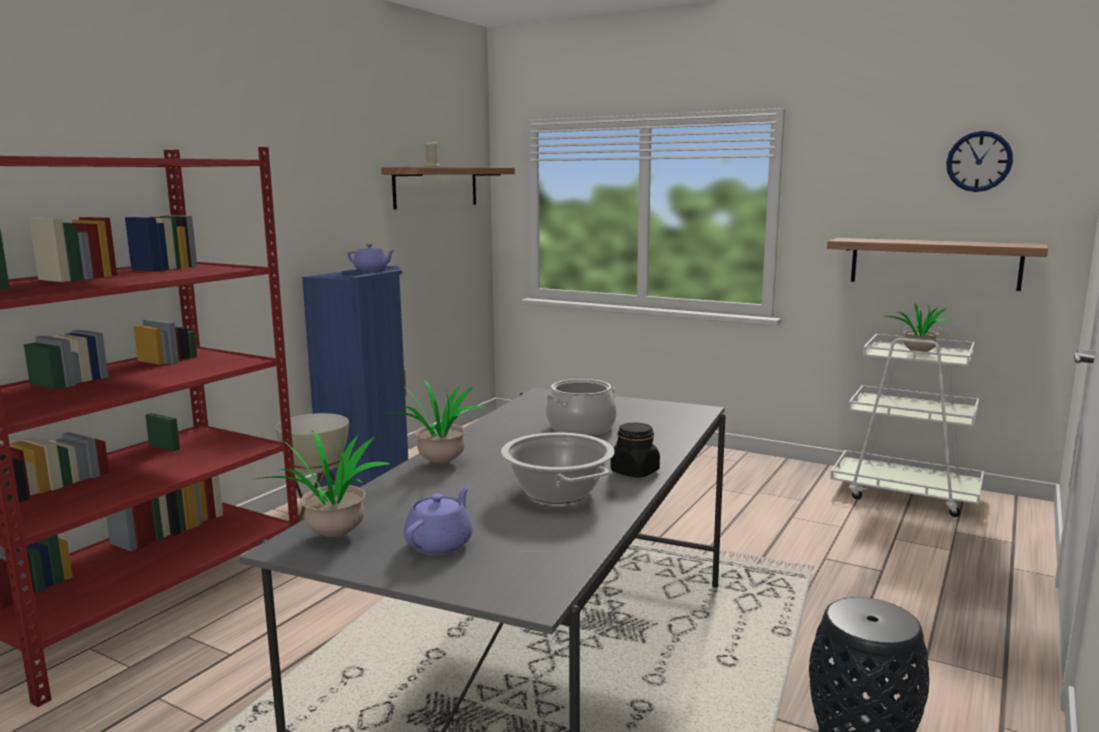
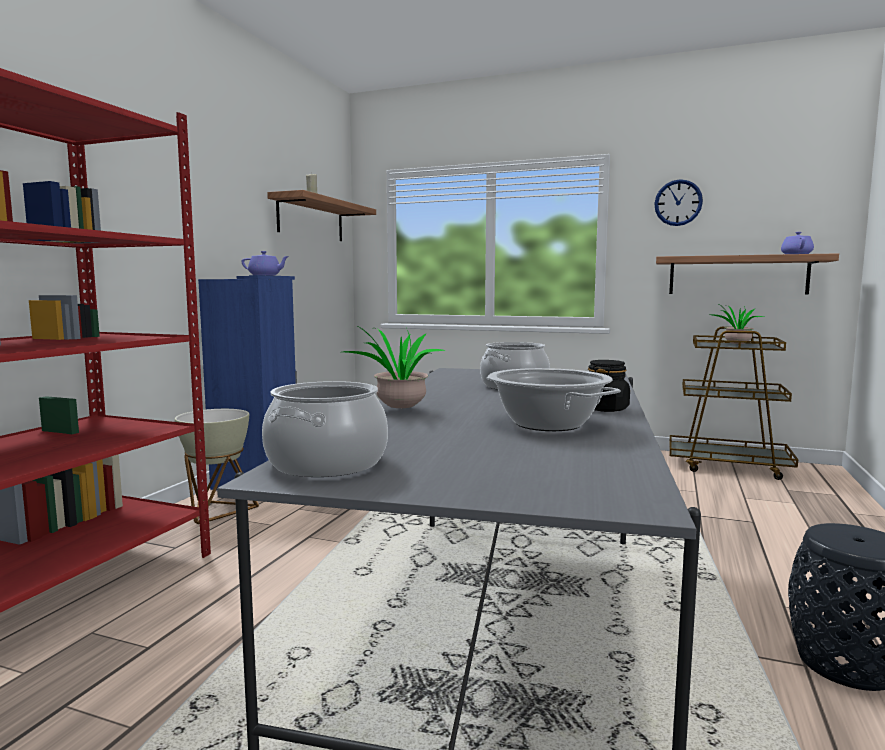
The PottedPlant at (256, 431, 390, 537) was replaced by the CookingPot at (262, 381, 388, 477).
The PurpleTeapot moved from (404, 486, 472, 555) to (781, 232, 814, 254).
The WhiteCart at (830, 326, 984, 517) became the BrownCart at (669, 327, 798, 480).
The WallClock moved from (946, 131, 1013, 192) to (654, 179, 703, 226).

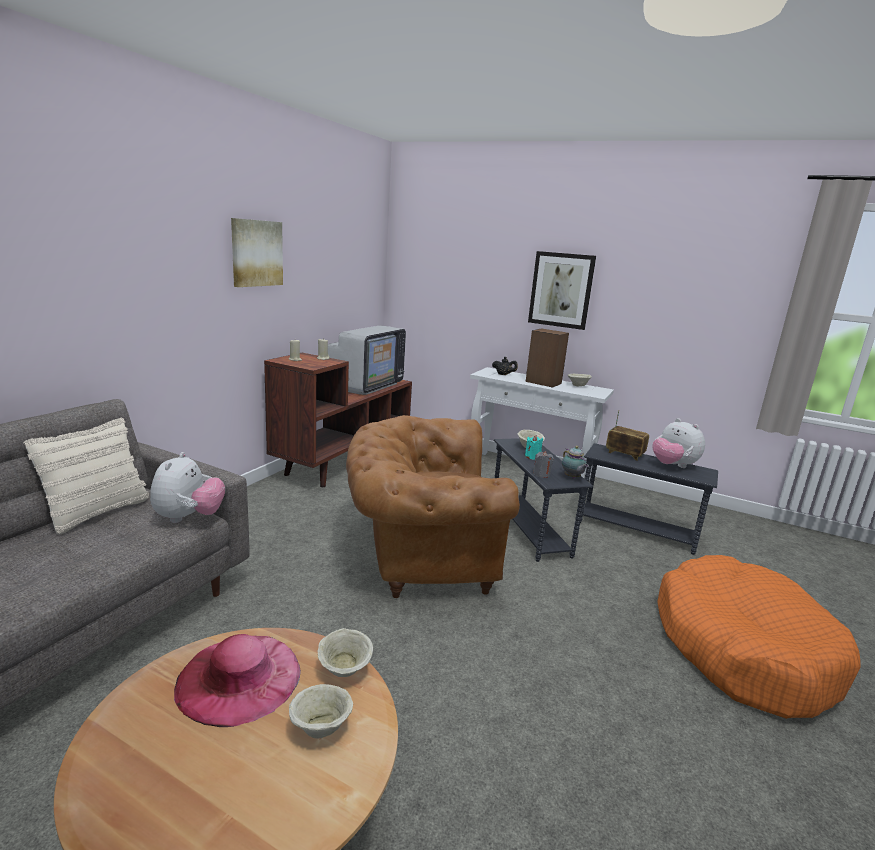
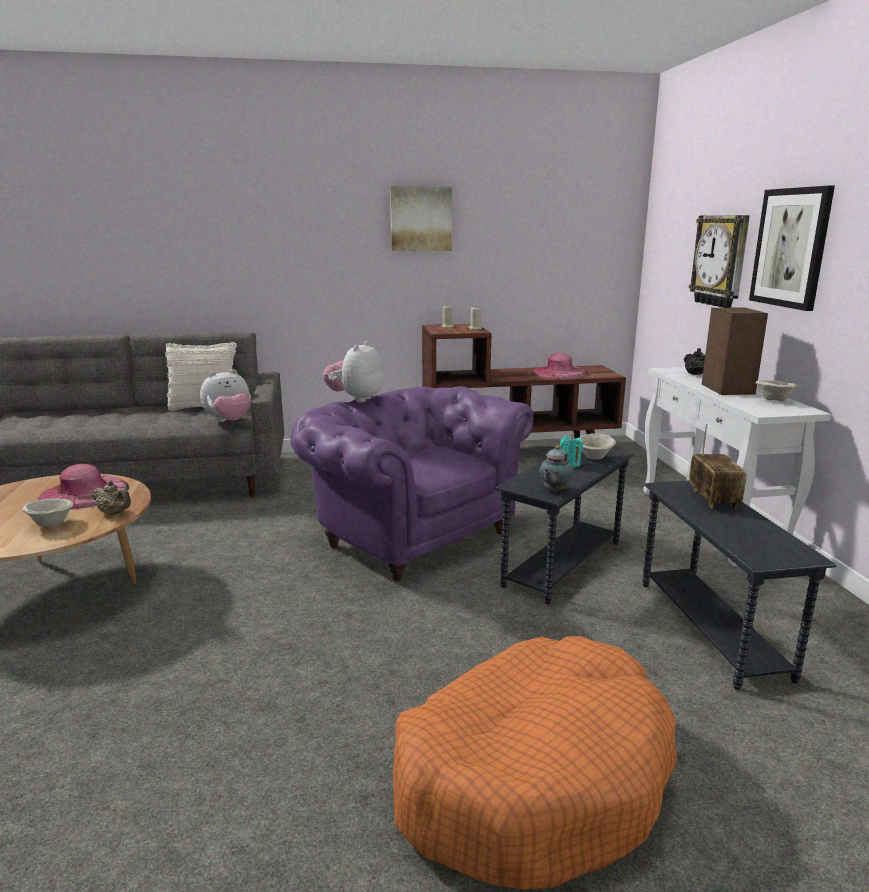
The BeigeBowl at (318, 628, 373, 677) was replaced by the BeigeTeapot at (92, 481, 131, 515).
The Television at (328, 326, 406, 395) was replaced by the PinkHat at (533, 353, 587, 379).
The BrownArmchair at (346, 415, 520, 598) became the PurpleArmchair at (290, 386, 533, 581).
The GreyCandle at (533, 451, 554, 478) disappeared.
The PlushToy moved from (652, 418, 705, 468) to (323, 341, 383, 403).
The WallClock at (689, 215, 750, 308) appeared.

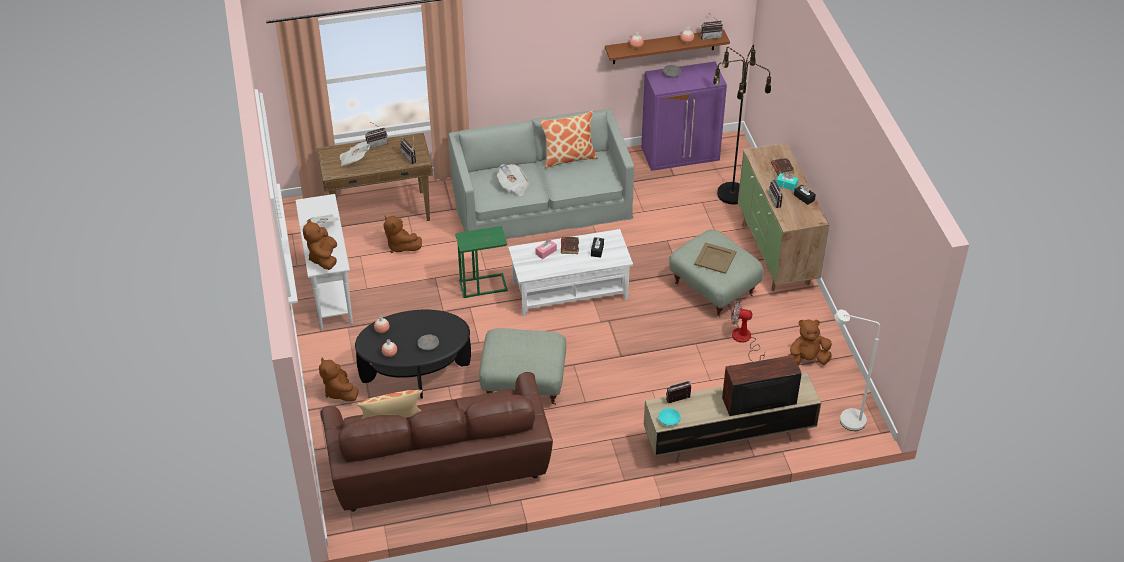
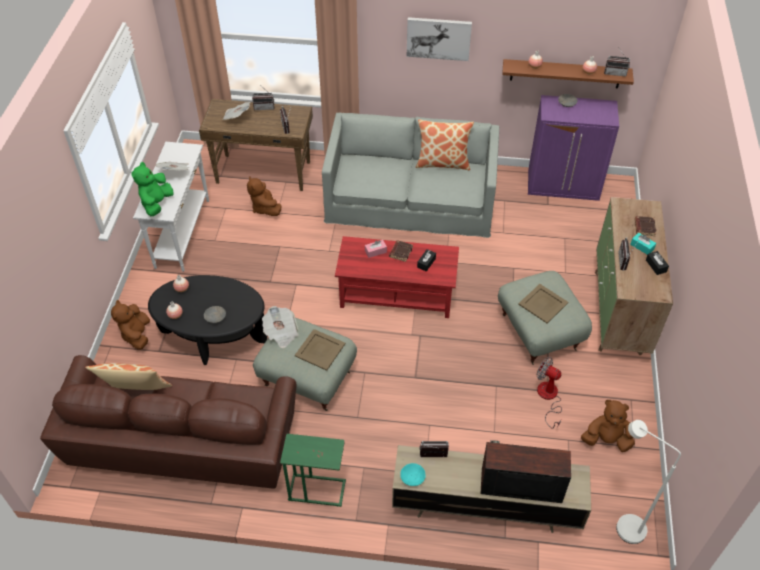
The BrownPlushToy at (303, 219, 337, 270) became the GreenPlushToy at (131, 162, 174, 216).
The GreenSideTable moved from (455, 226, 508, 298) to (280, 434, 346, 507).
The Newspaper moved from (497, 164, 529, 196) to (262, 306, 299, 348).
The WhiteCoffeeTable at (508, 229, 633, 316) became the RedCoffeeTable at (335, 236, 459, 318).
The FloorLamp at (713, 44, 771, 205) disappeared.
The BeigeTray at (295, 329, 345, 371) appeared.
The Picture at (407, 17, 472, 61) appeared.

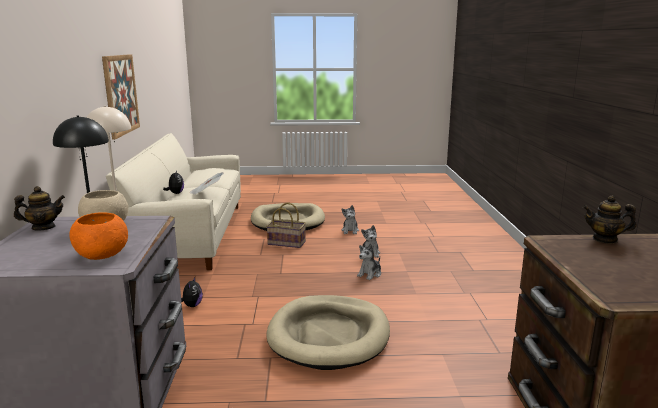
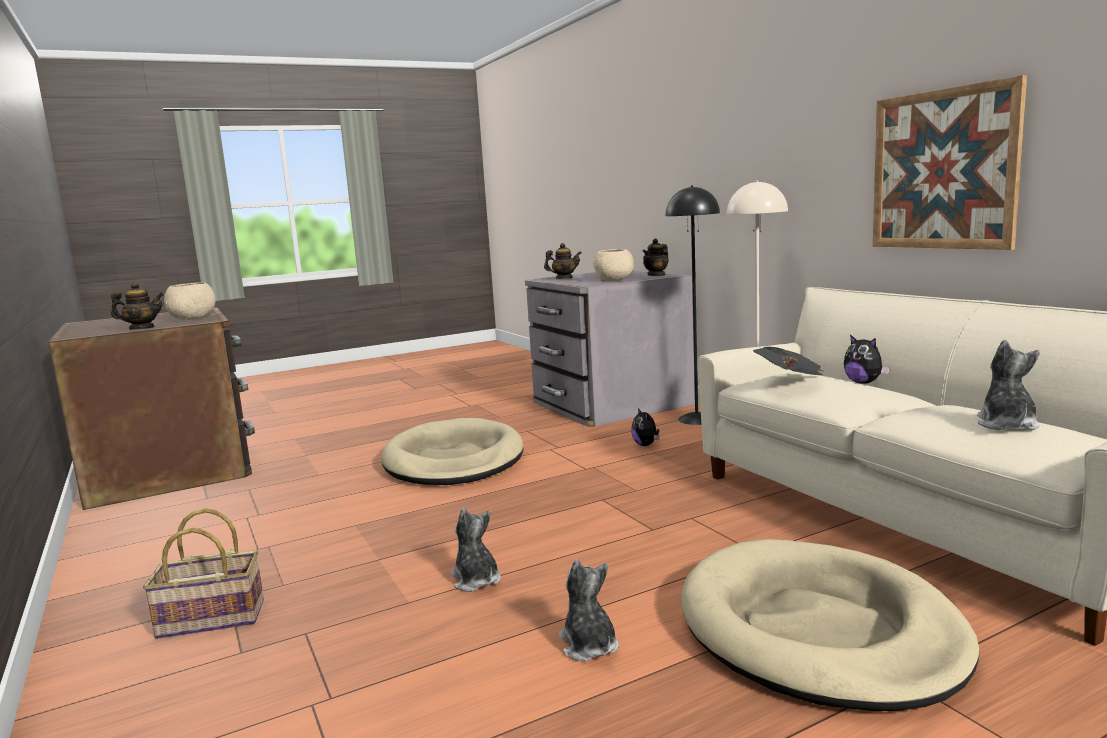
The OrangeBowl at (70, 212, 128, 260) was replaced by the Teapot at (544, 243, 581, 279).
The Basket moved from (266, 202, 306, 248) to (143, 508, 264, 639).
The PlushToy moved from (357, 244, 381, 280) to (977, 340, 1040, 430).
The BeigeBowl at (164, 282, 216, 320) appeared.

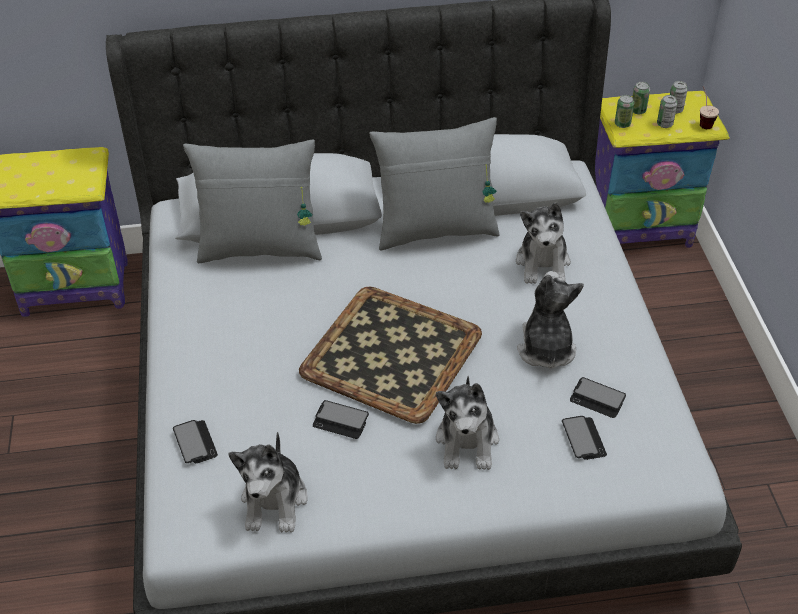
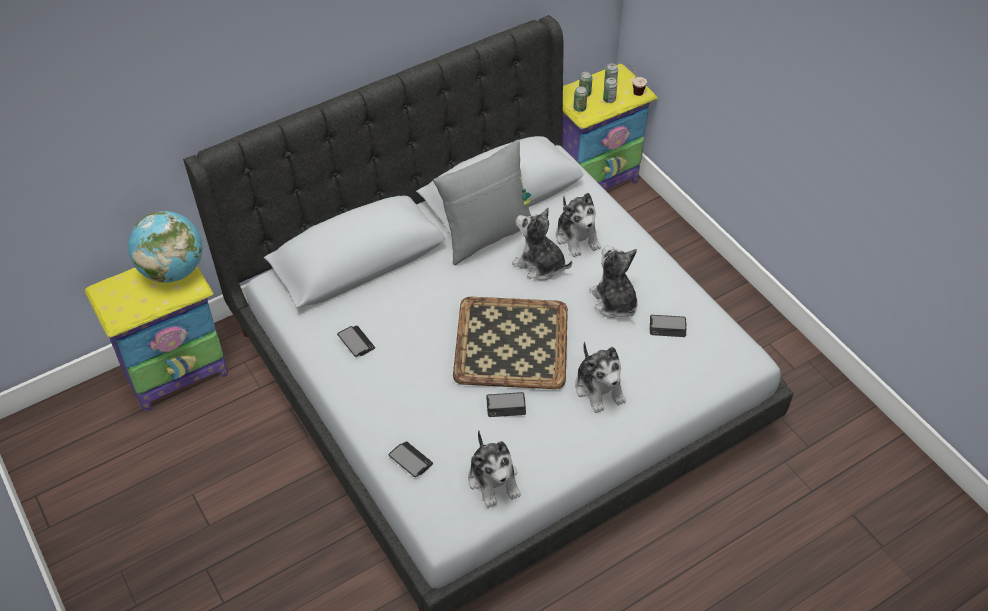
The GreyPillow at (183, 140, 322, 263) disappeared.
The Phone moved from (562, 416, 607, 460) to (337, 326, 375, 357).
The Globe at (128, 211, 203, 283) appeared.
The PlushToy at (512, 208, 572, 281) appeared.

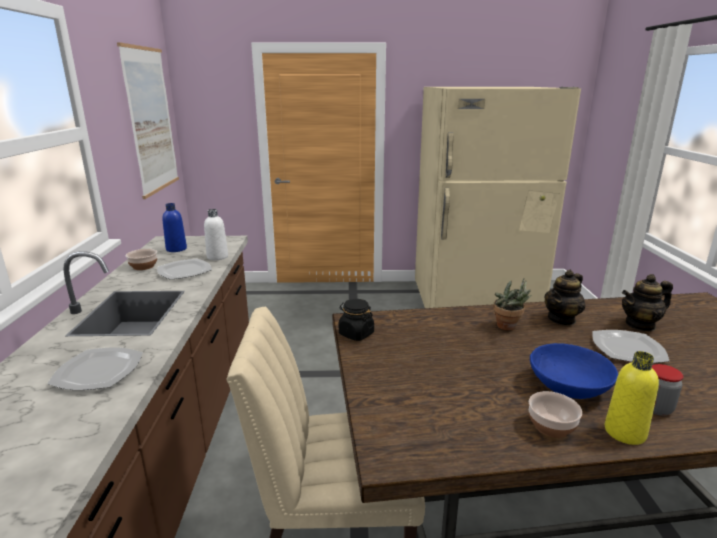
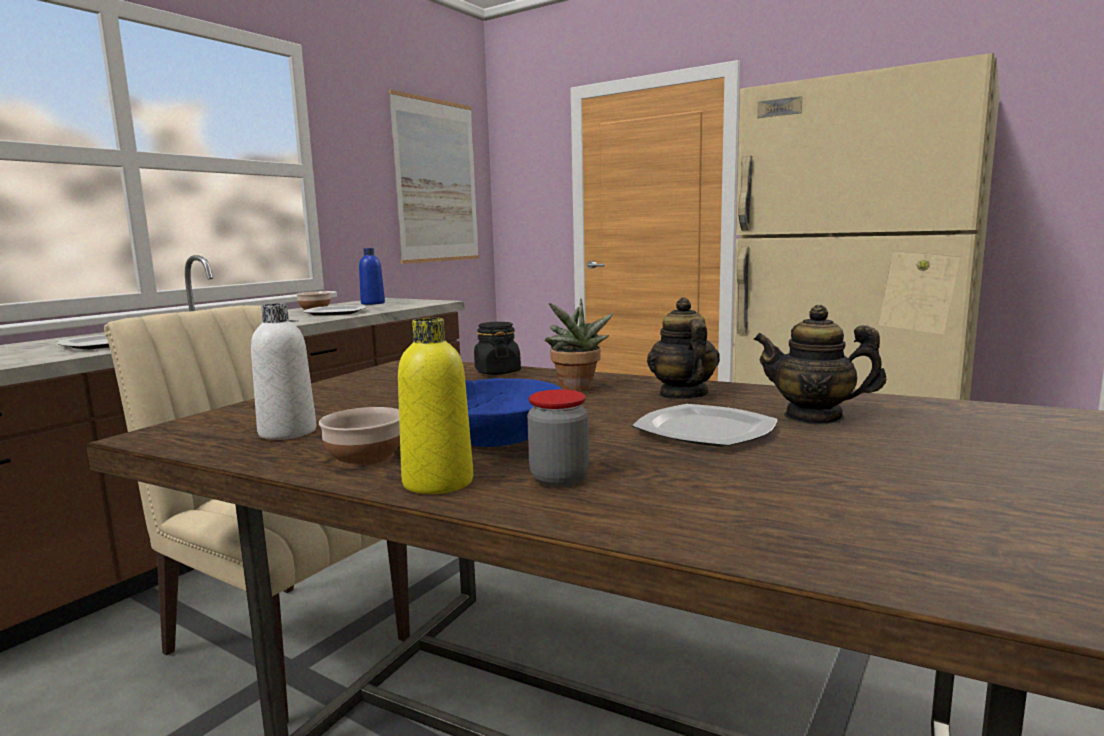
The WhiteBottle moved from (204, 209, 228, 260) to (251, 303, 316, 440).
The BlackJar moved from (339, 299, 374, 341) to (474, 322, 521, 375).
The Teapot at (544, 270, 585, 326) turned 90 degrees clockwise.

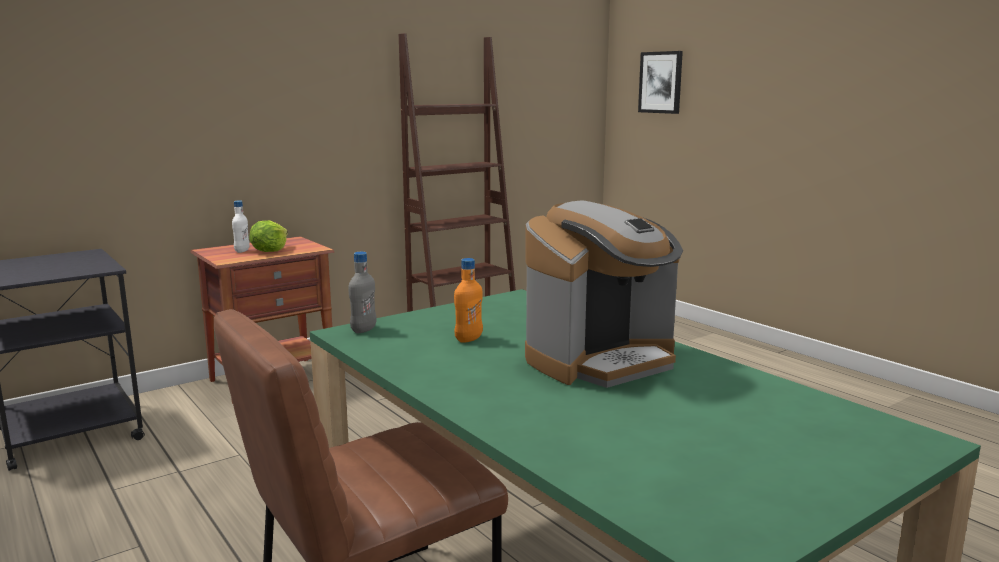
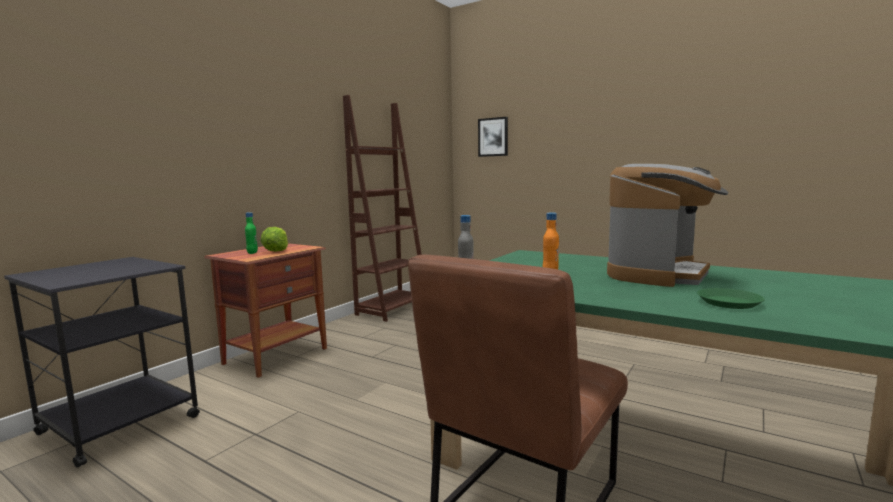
The WhiteBottle at (232, 201, 250, 253) became the GreenBottle at (245, 212, 258, 254).
The GreenPlate at (697, 288, 765, 309) appeared.

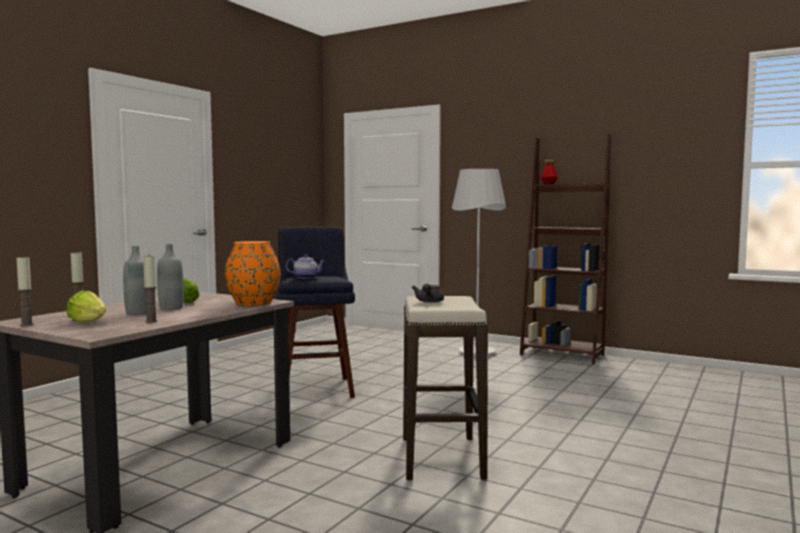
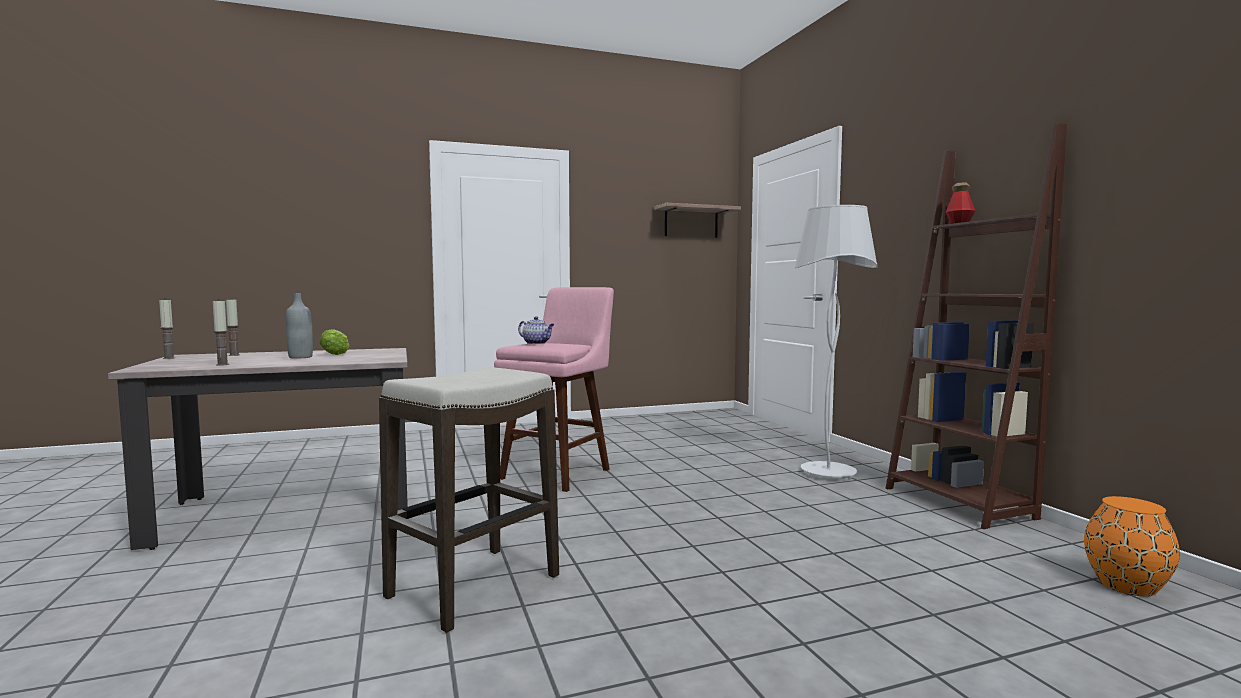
The Lettuce at (66, 290, 106, 323) disappeared.
The GreyBottle at (123, 246, 147, 315) disappeared.
The OrangeVase moved from (225, 241, 280, 306) to (1084, 496, 1180, 597).
The BlueStool at (276, 227, 355, 398) became the PinkStool at (494, 287, 614, 492).
The GreyTeapot at (412, 284, 444, 303) disappeared.
The Shelf at (655, 203, 741, 238) appeared.

